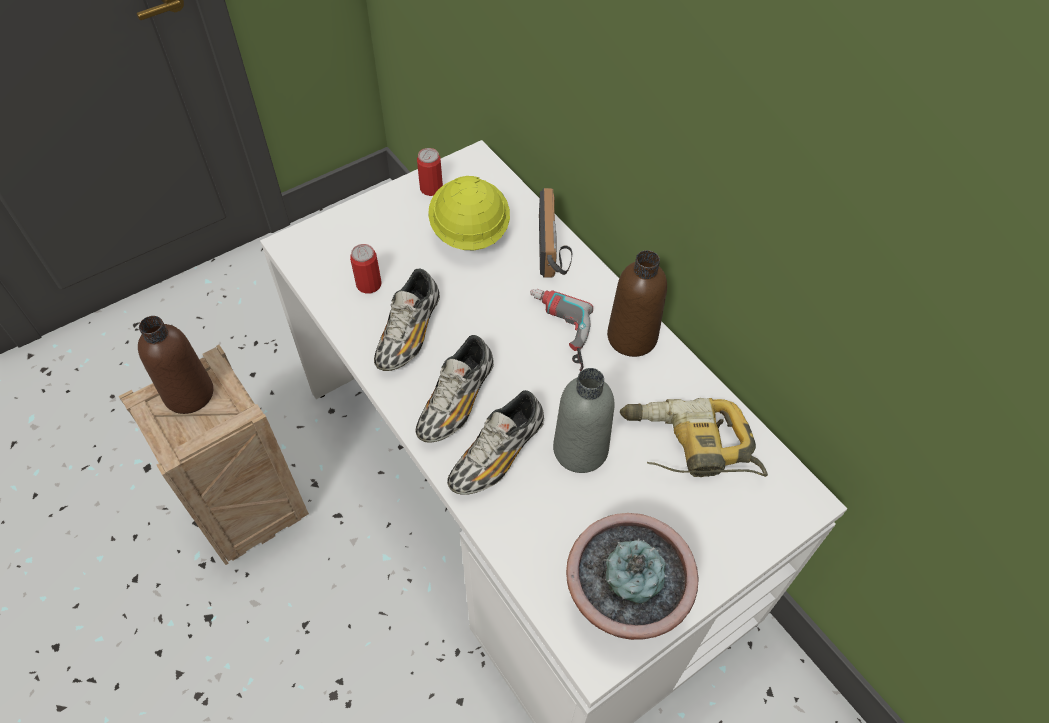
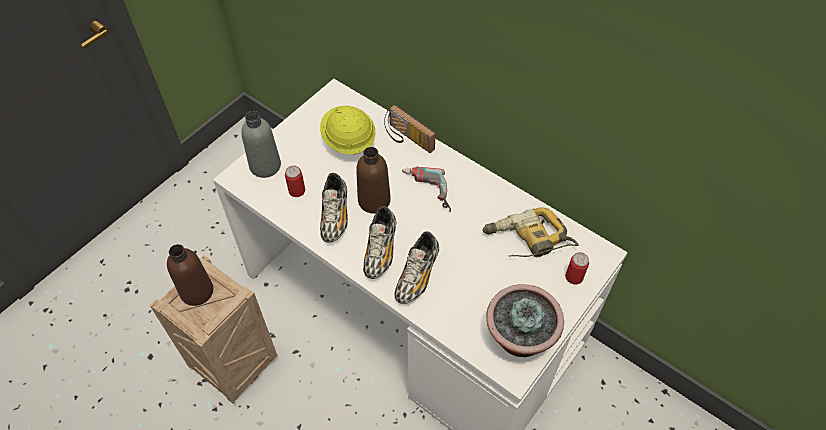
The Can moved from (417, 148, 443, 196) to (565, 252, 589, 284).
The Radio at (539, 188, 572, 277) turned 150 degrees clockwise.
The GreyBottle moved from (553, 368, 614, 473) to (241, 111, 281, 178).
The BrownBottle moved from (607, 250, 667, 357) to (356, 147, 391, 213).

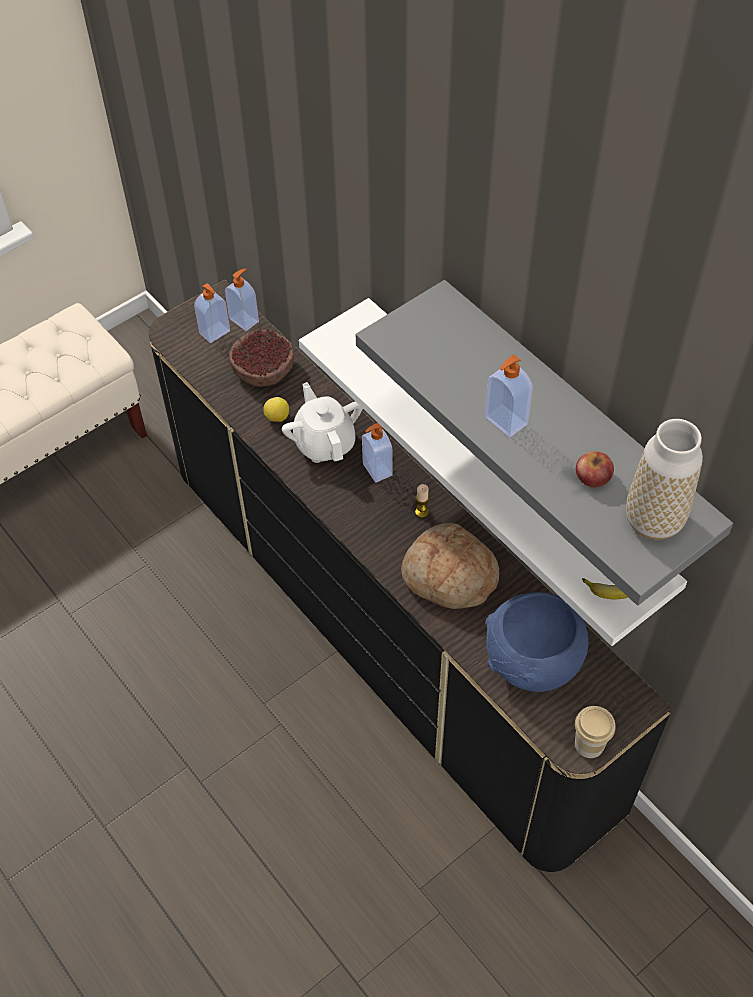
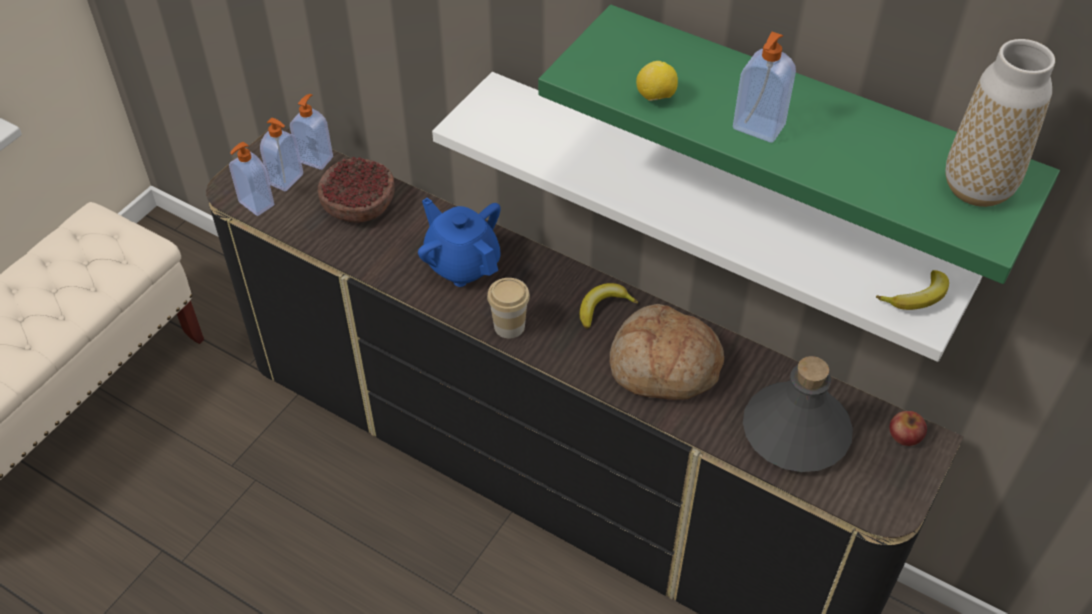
The Lemon moved from (263, 397, 289, 422) to (636, 61, 678, 101).
The WhiteTeapot at (282, 382, 363, 463) became the BlueTeapot at (418, 198, 501, 287).
The GreyShelf at (356, 280, 733, 606) became the GreenShelf at (538, 5, 1060, 284).
The SoapDispenser moved from (362, 423, 393, 483) to (229, 142, 274, 216).
The Candle at (415, 484, 430, 518) was replaced by the Banana at (580, 283, 638, 328).
The BlueBowl at (485, 592, 588, 692) was replaced by the GreyBottle at (743, 356, 853, 472).
The Cup moved from (575, 706, 616, 758) to (487, 278, 530, 338).
The Apple moved from (576, 451, 614, 487) to (889, 411, 927, 446).

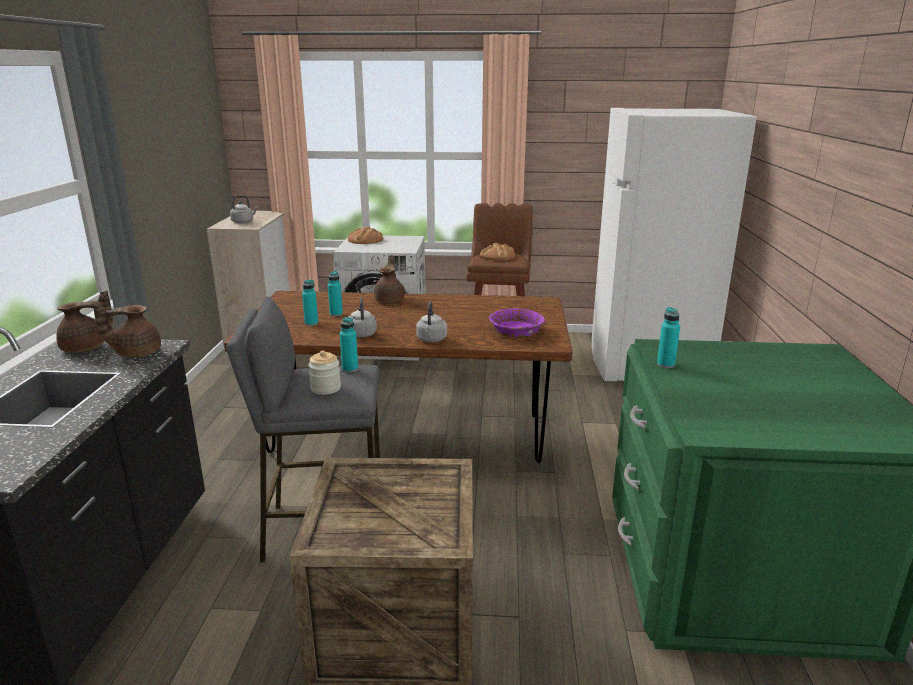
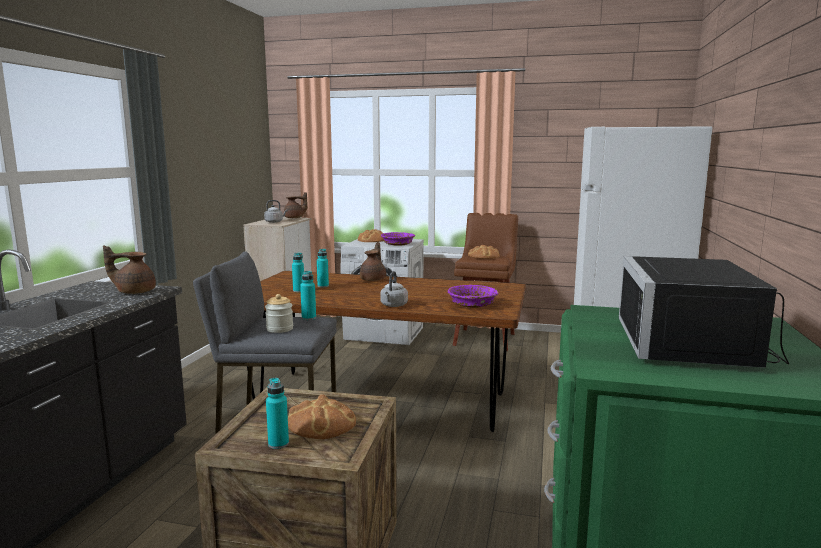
The BrownTeapot moved from (56, 290, 113, 352) to (284, 192, 308, 218).
The GreyKettle at (349, 298, 377, 337) disappeared.
The TurquoiseBottle moved from (657, 307, 680, 368) to (266, 378, 289, 449).
The Bread at (288, 394, 356, 439) appeared.
The PurpleBowl at (381, 232, 415, 246) appeared.
The BlackMicrowave at (619, 256, 789, 368) appeared.

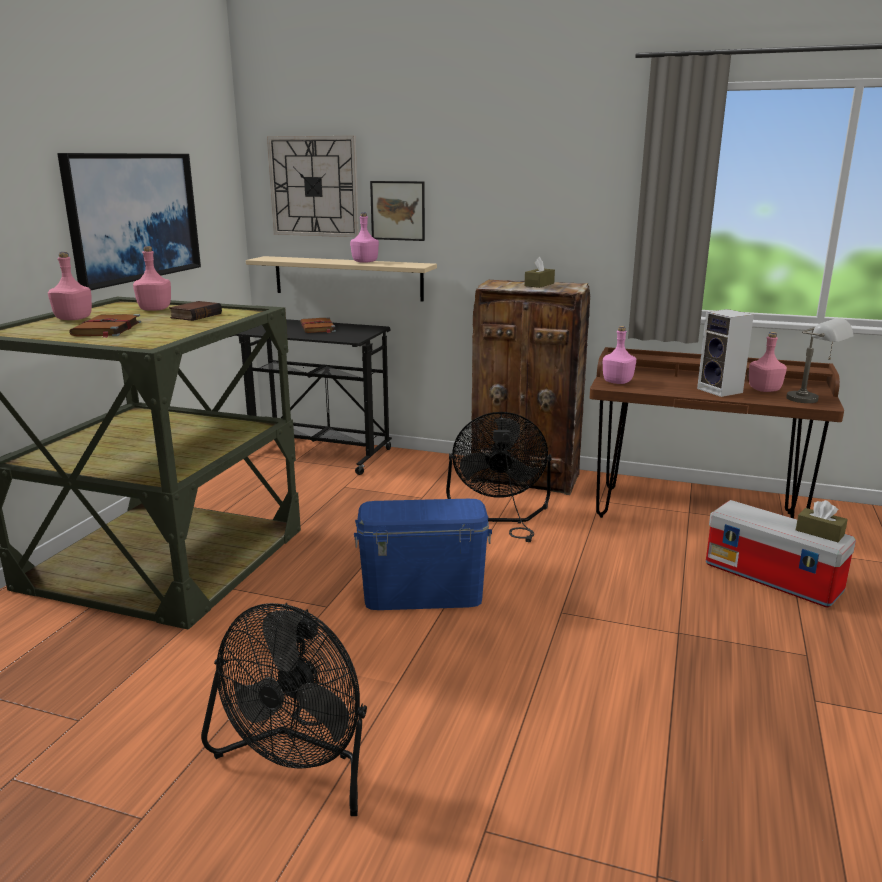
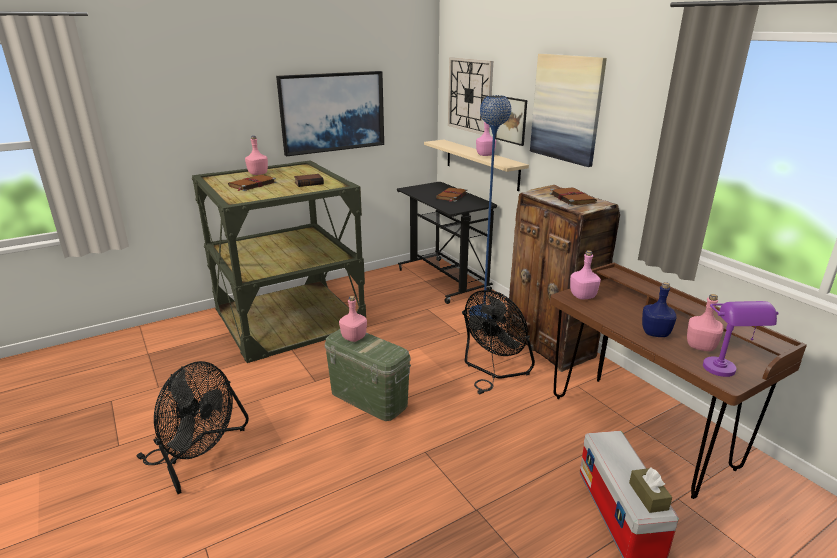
The PinkBottle moved from (133, 246, 171, 311) to (339, 296, 367, 342).
The BlackFan at (201, 603, 367, 816) turned 135 degrees counterclockwise.
The BlueStorageBox at (354, 499, 492, 610) became the GreenStorageBox at (325, 329, 411, 421).
The BrownTissueBox at (524, 257, 555, 288) was replaced by the BrownBook at (550, 187, 597, 206).
The Speaker at (697, 309, 754, 397) was replaced by the BlueBottle at (642, 282, 677, 337).
The GreyTableLamp at (786, 318, 853, 403) became the PurpleTableLamp at (703, 301, 779, 377).
The BlueFloorLamp at (469, 95, 511, 319) appeared.
The Picture at (530, 54, 607, 167) appeared.

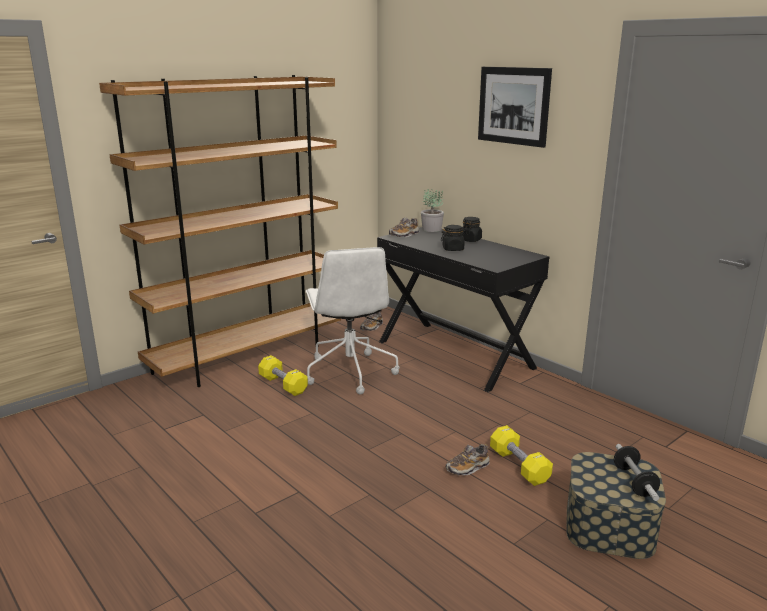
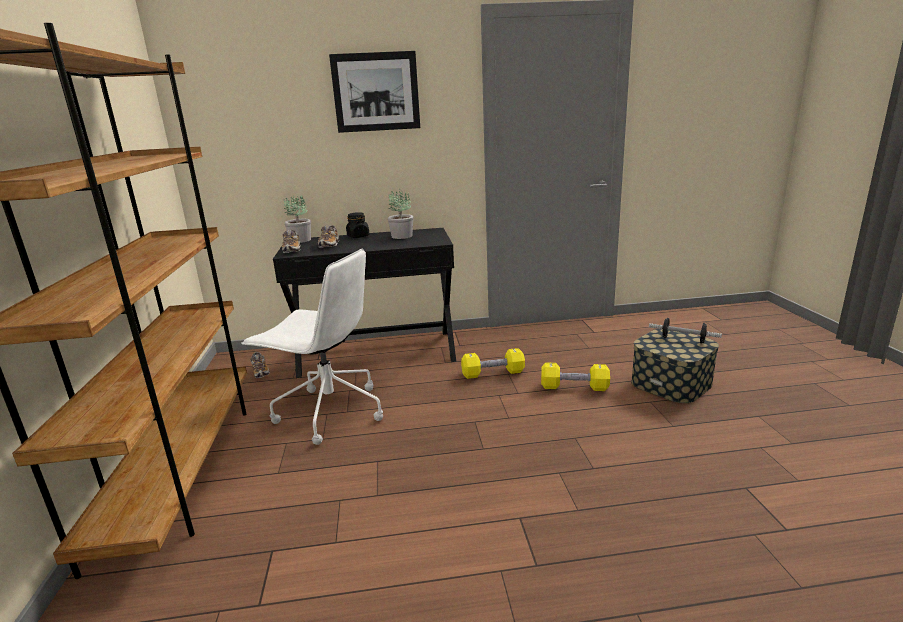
The YellowDumbbell moved from (258, 355, 308, 396) to (461, 348, 525, 379).
The BlackJar at (441, 225, 467, 251) disappeared.
The Shoe moved from (446, 444, 490, 475) to (318, 225, 339, 248).
The PottedPlant at (388, 188, 413, 239) appeared.

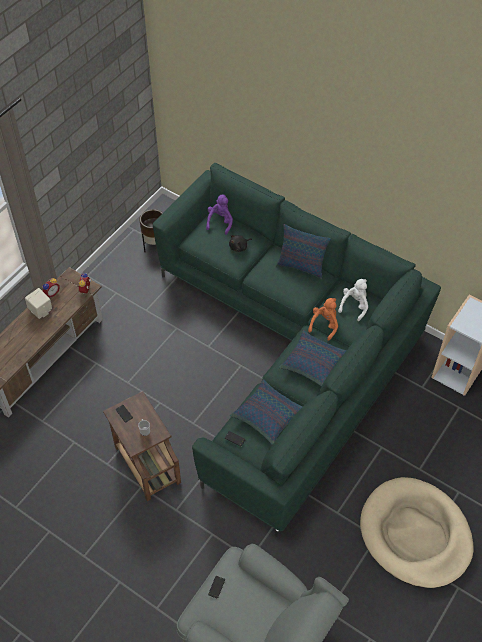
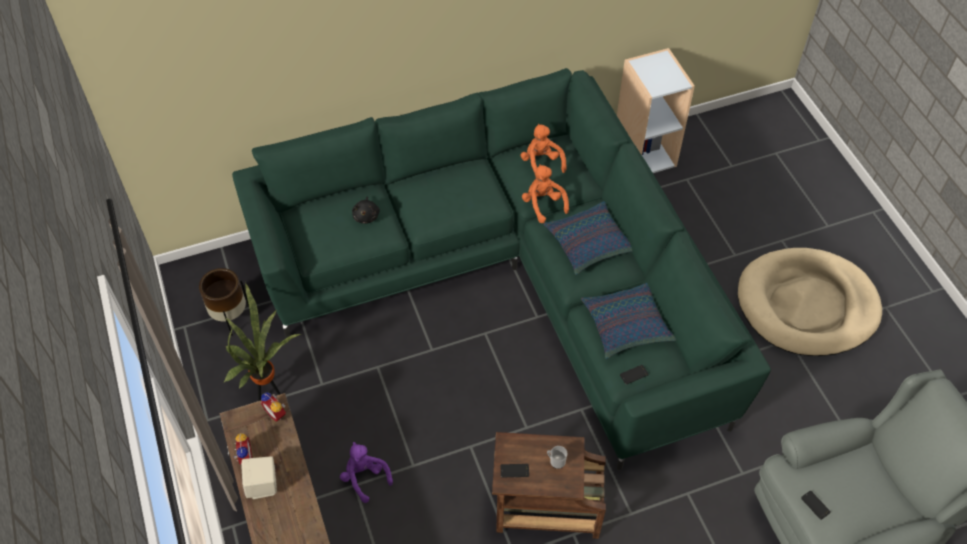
The PurplePlushToy moved from (206, 194, 233, 235) to (340, 442, 393, 503).
The BluePillow at (276, 224, 331, 280) disappeared.
The WhitePlushToy at (338, 279, 368, 321) became the OrangePlushToy at (520, 124, 567, 173).
The PottedPlant at (224, 282, 301, 401) appeared.

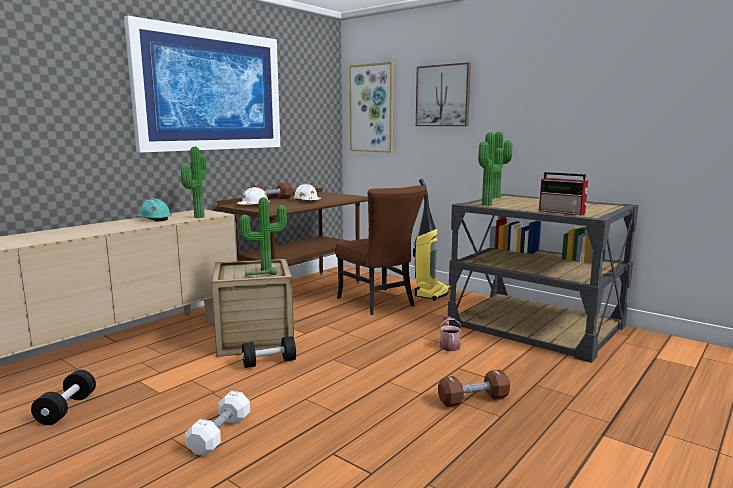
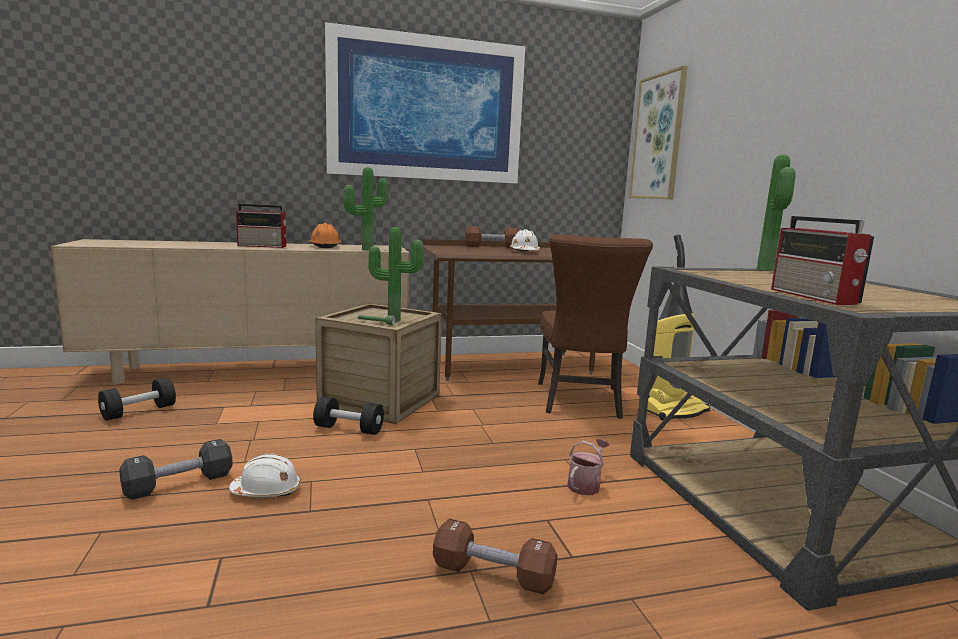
The TurquoiseHardHat at (136, 198, 172, 222) became the OrangeHardHat at (309, 223, 341, 248).
The WhiteDumbbell at (185, 391, 250, 456) became the BlackDumbbell at (119, 439, 233, 500).
The WhiteHardHat moved from (237, 187, 270, 205) to (229, 453, 301, 497).
The Picture at (416, 62, 471, 126) disappeared.
The PottedPlant at (478, 132, 504, 206) disappeared.
The Radio at (236, 204, 287, 248) appeared.

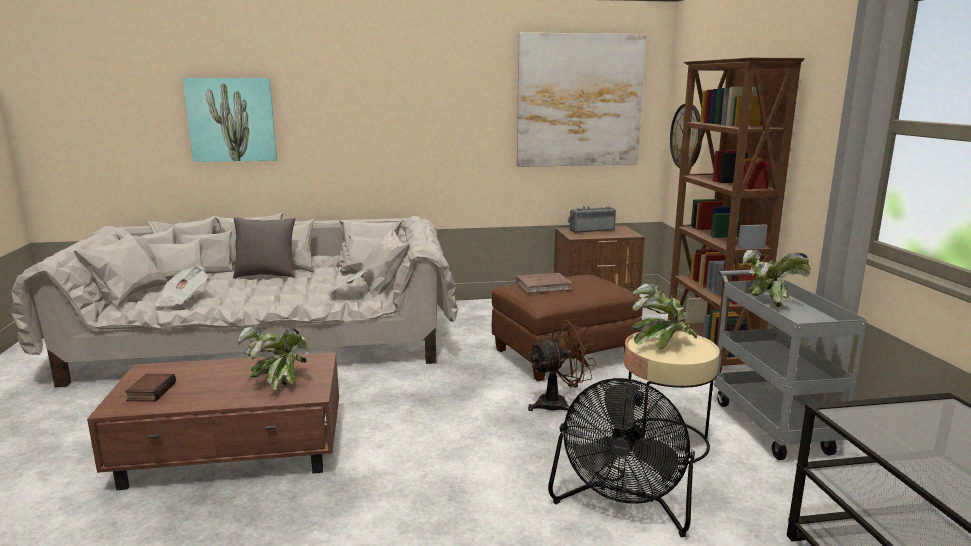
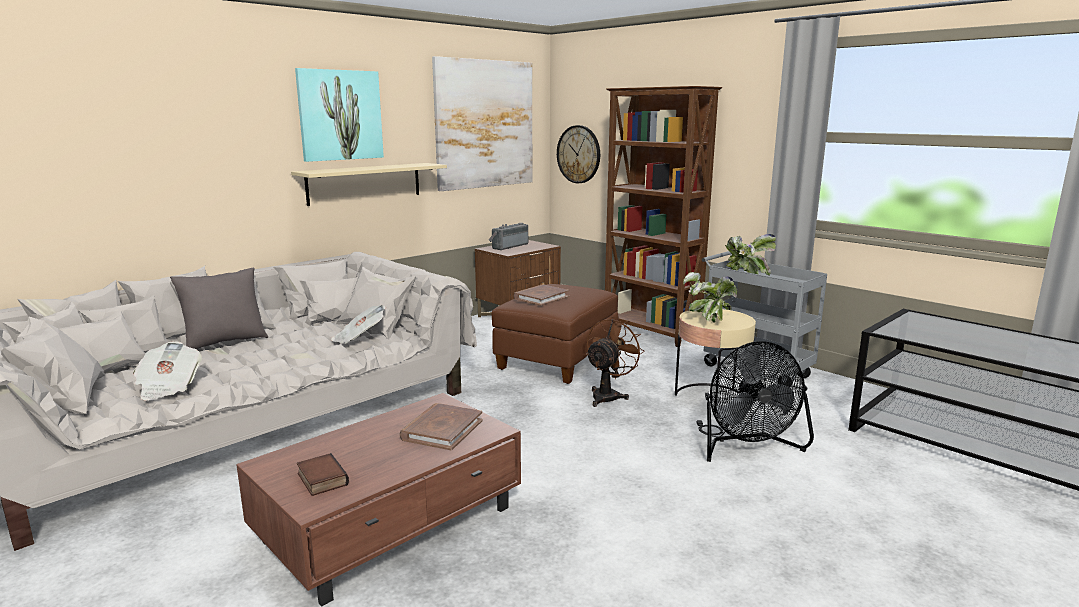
The Picture moved from (183, 78, 277, 162) to (295, 68, 384, 162).
The PottedPlant at (238, 325, 308, 390) was replaced by the BrownBook at (400, 403, 483, 450).
The BeigeShelf at (291, 163, 447, 206) appeared.

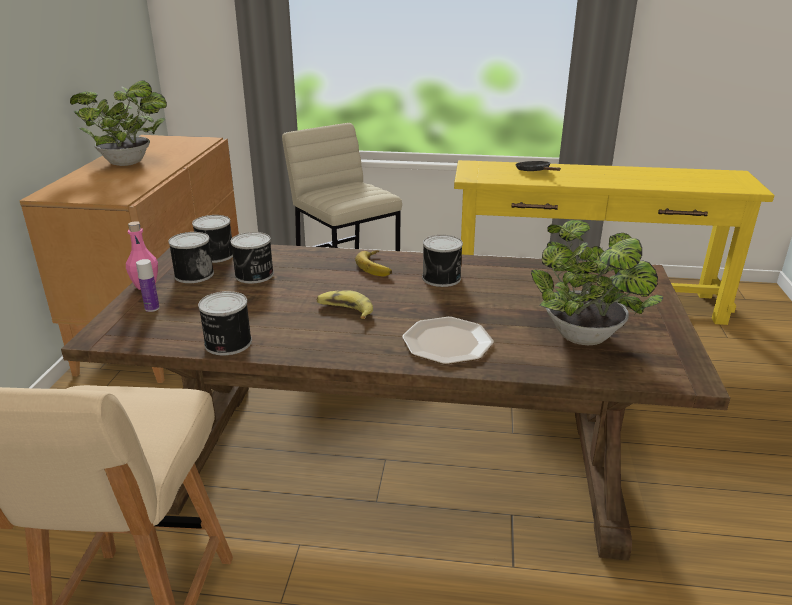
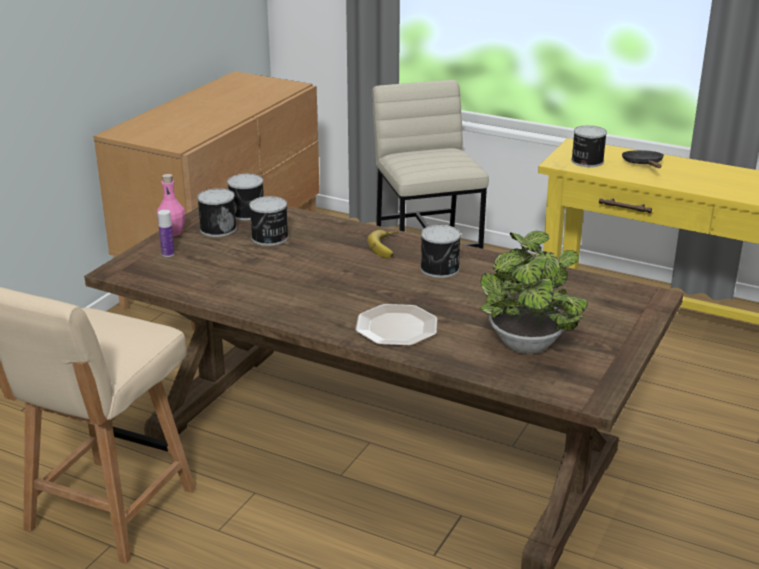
The PottedPlant at (70, 80, 167, 166) disappeared.
The Can moved from (198, 291, 252, 355) to (571, 125, 607, 167).
The Banana at (317, 290, 373, 319) disappeared.

